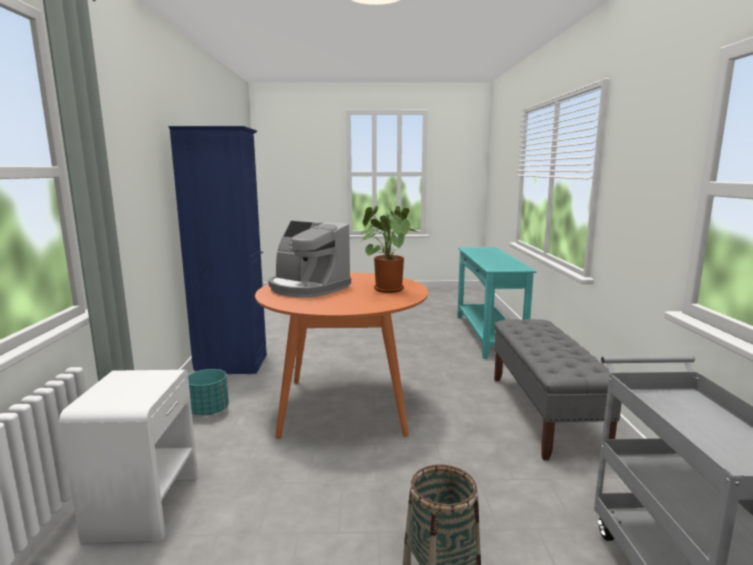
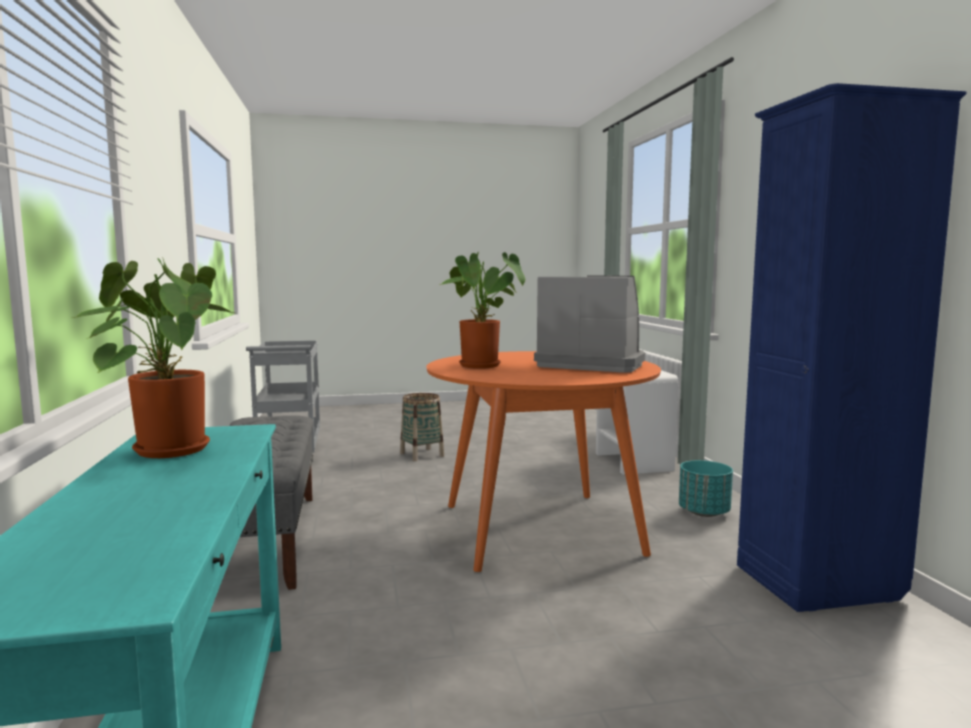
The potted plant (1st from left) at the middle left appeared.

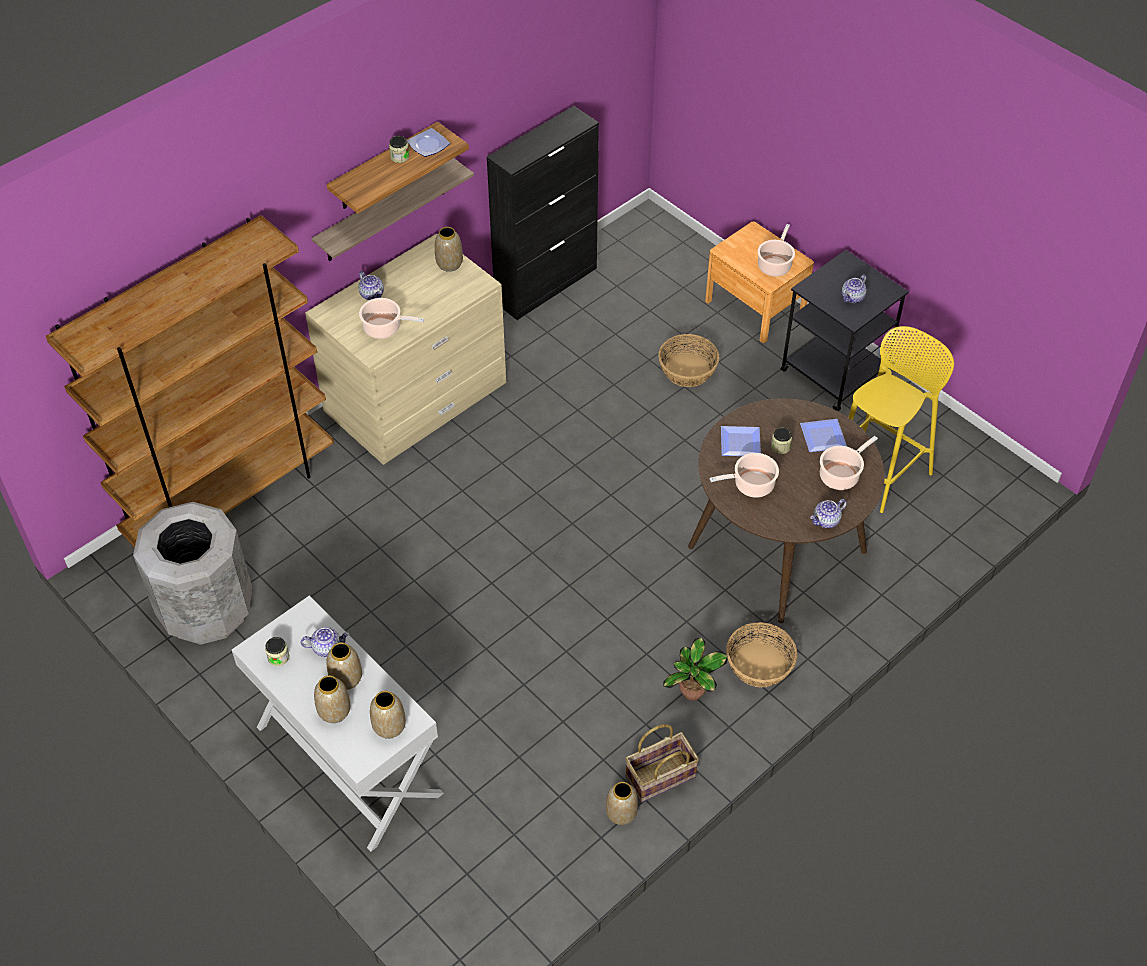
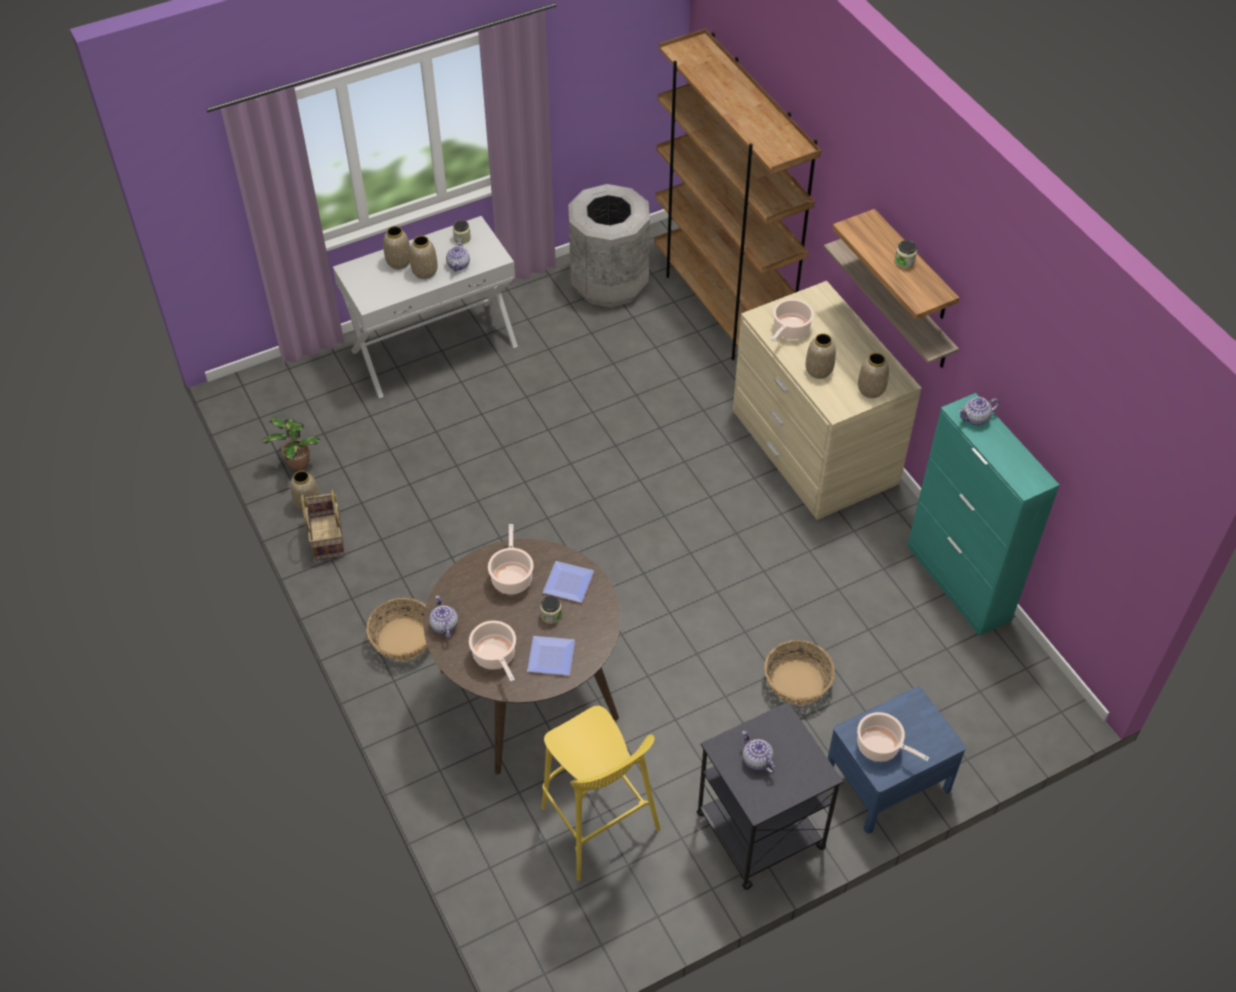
The black-coloured cabinet at the top centre became the turquoise-coloured cabinet at the middle right.
The plate (1st from left) at the top centre disappeared.
The brown nightstand at the top centre became the blue-coloured nightstand at the bottom right.
The tea pot (2nd from left in the first image) moved from the top left to the middle right.
The potted plant moved from the bottom centre to the middle left.
The decorative vase (3rd from left in the first image) moved from the bottom centre to the centre.

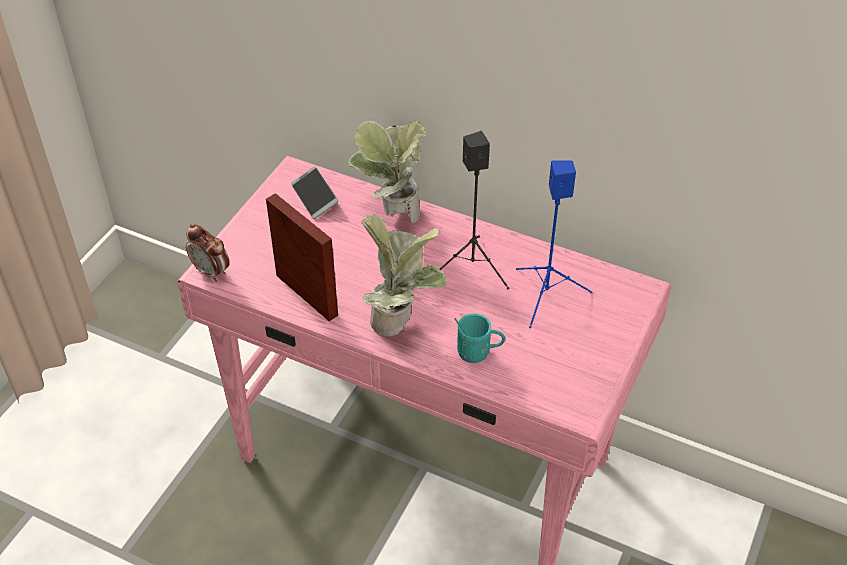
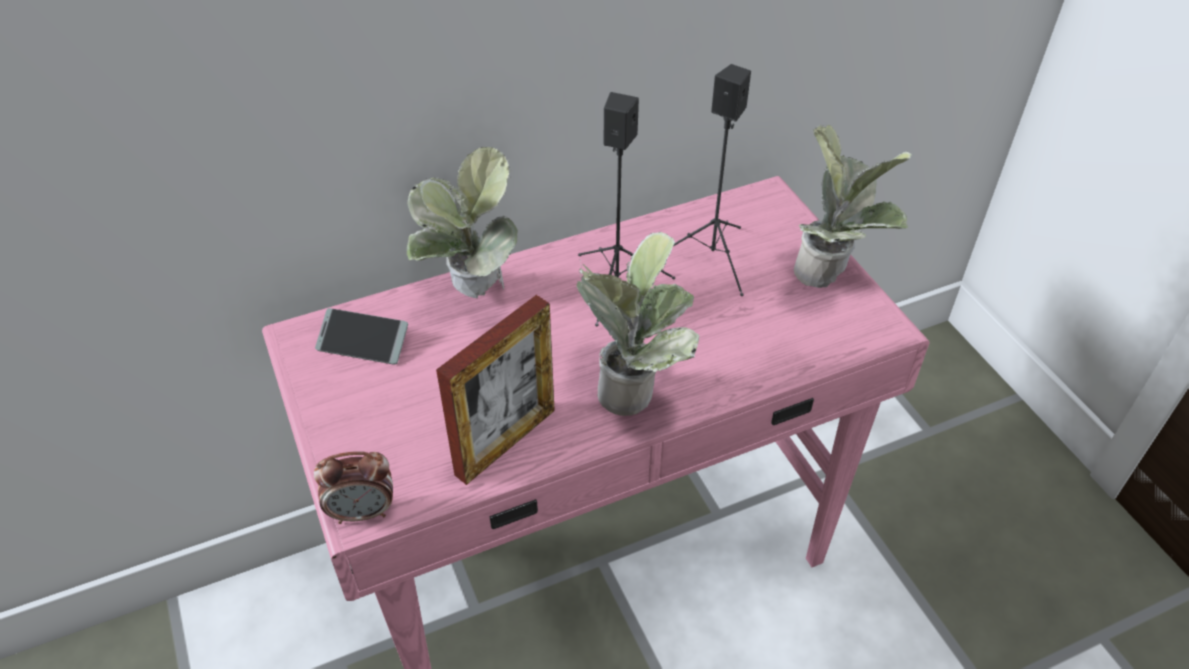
The blue-coloured audio speaker at the centre became the black-coloured audio speaker (2nd from left) at the top centre.
The photo frame at the centre turned 135 degrees clockwise.
The turquoise-coloured coffee mug at the centre disappeared.
The potted plant (3rd from left) at the top right appeared.

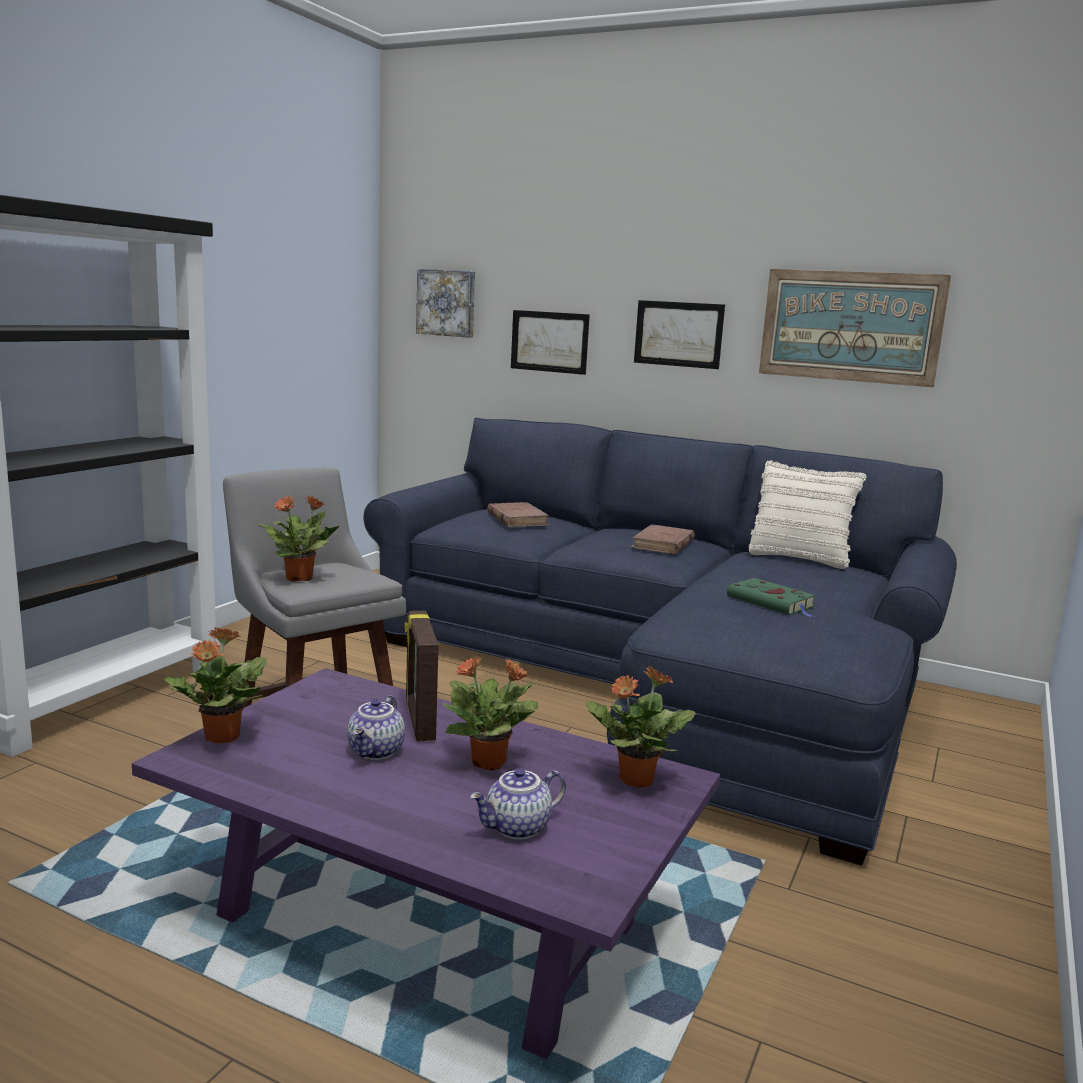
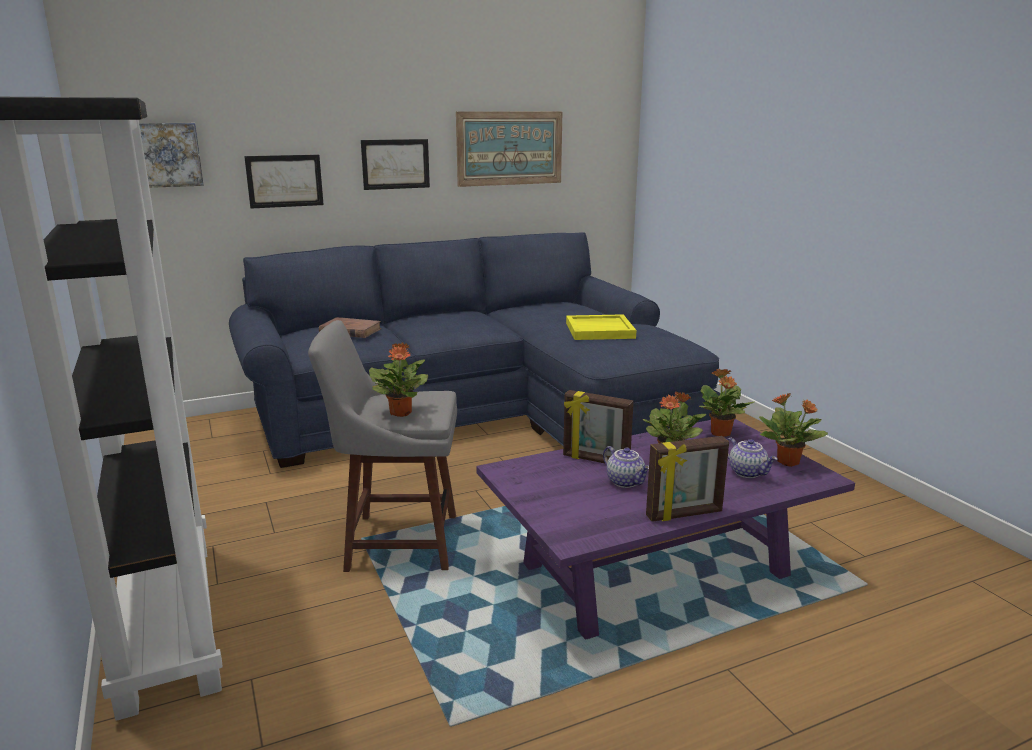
The beige-coloured pillow at the middle right disappeared.
The brown bound book (2nd from left) at the centre disappeared.
The green bound book at the middle right was replaced by the yellow serving tray at the centre.
The potted plant (1st from left in the first image) moved from the middle left to the middle right.
The tea pot (2nd from left) at the bottom centre turned 45 degrees counterclockwise.
The photo frame (2nd from left) at the centre appeared.

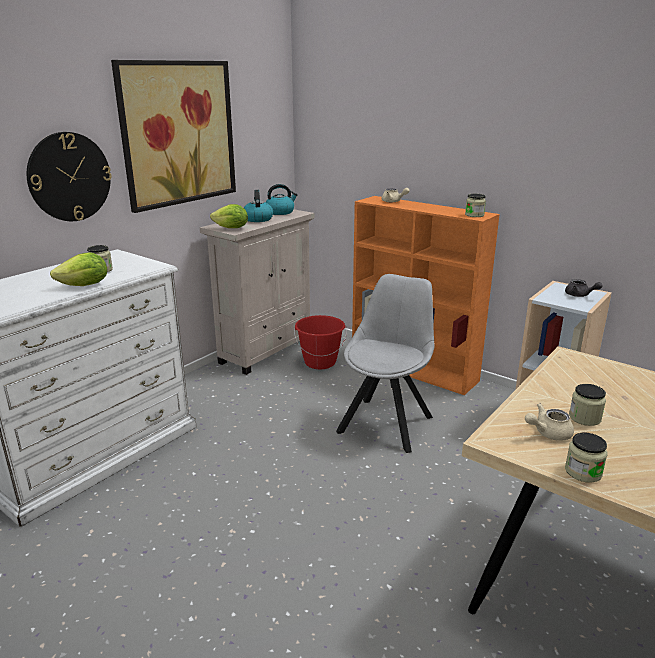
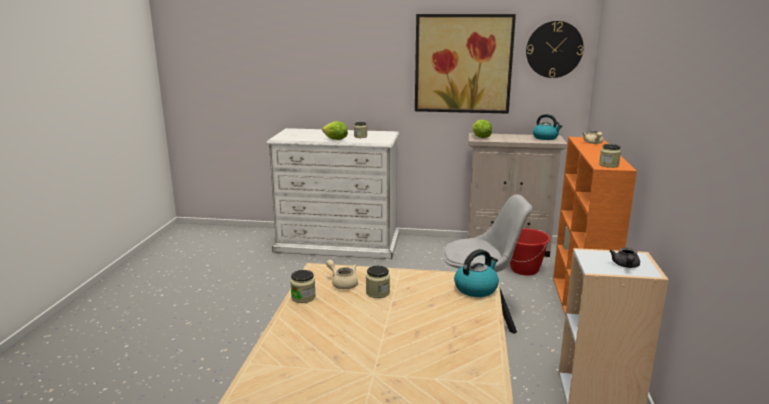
The hanging clock moved from the top left to the top right.
The tea kettle (1st from left) moved from the top centre to the bottom centre.

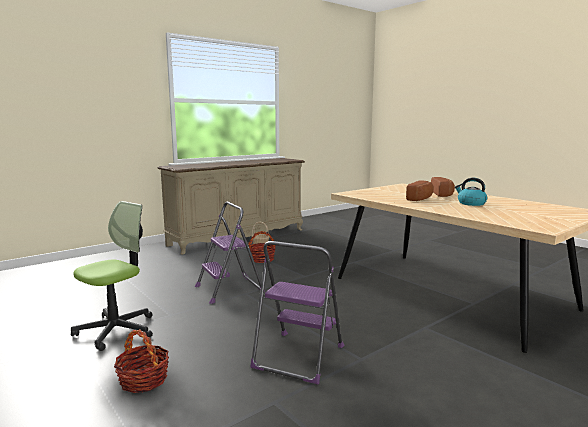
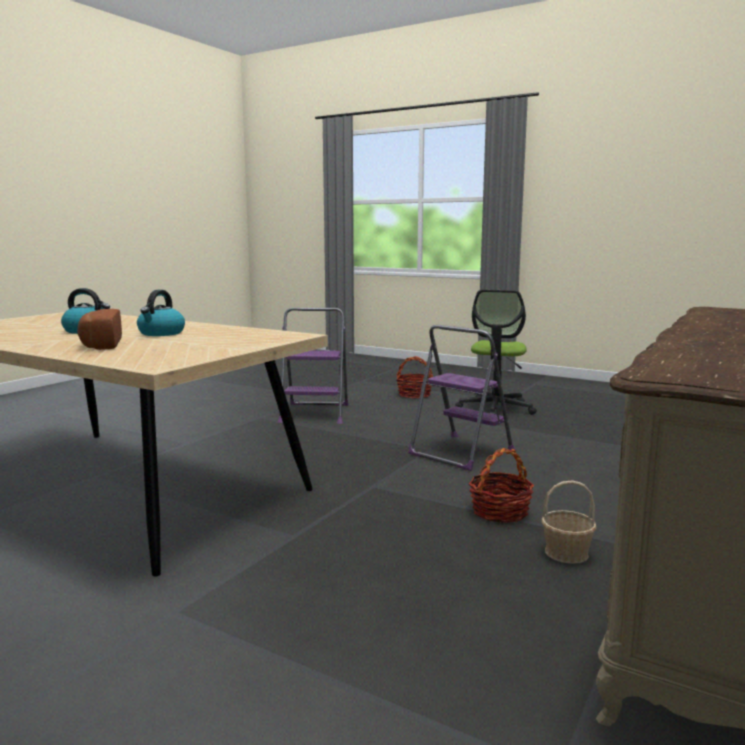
The bread (1st from left) at the middle right was replaced by the tea kettle (2nd from left) at the middle left.

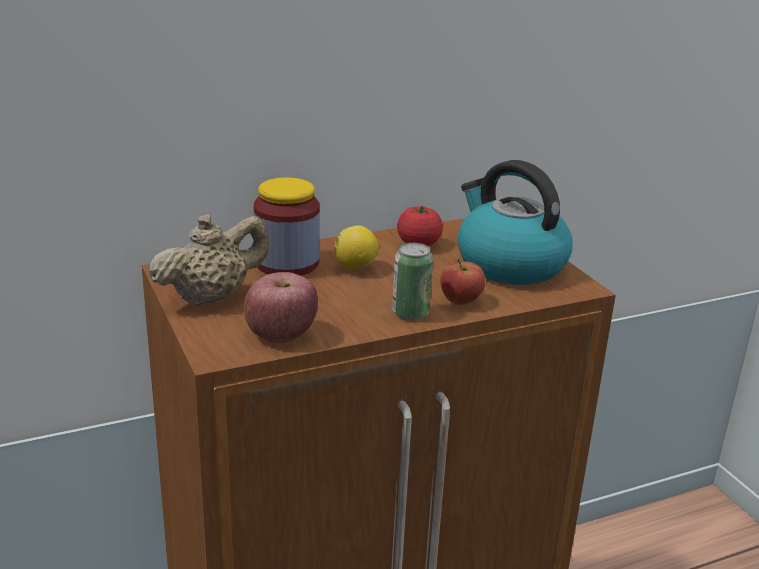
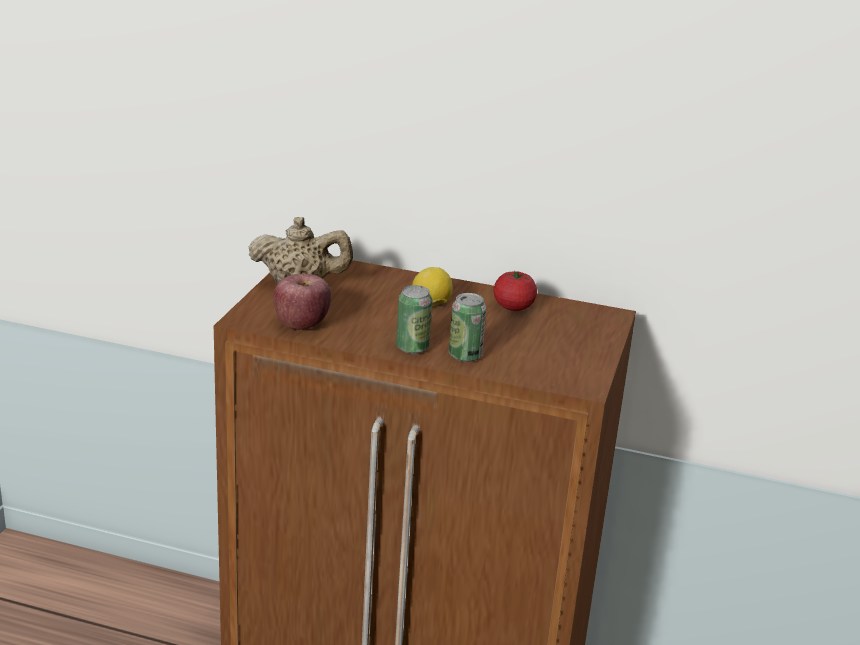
The tea kettle at the middle right disappeared.
The jar at the centre disappeared.
The apple fruit (2nd from left) at the centre was replaced by the can (2nd from left) at the centre.

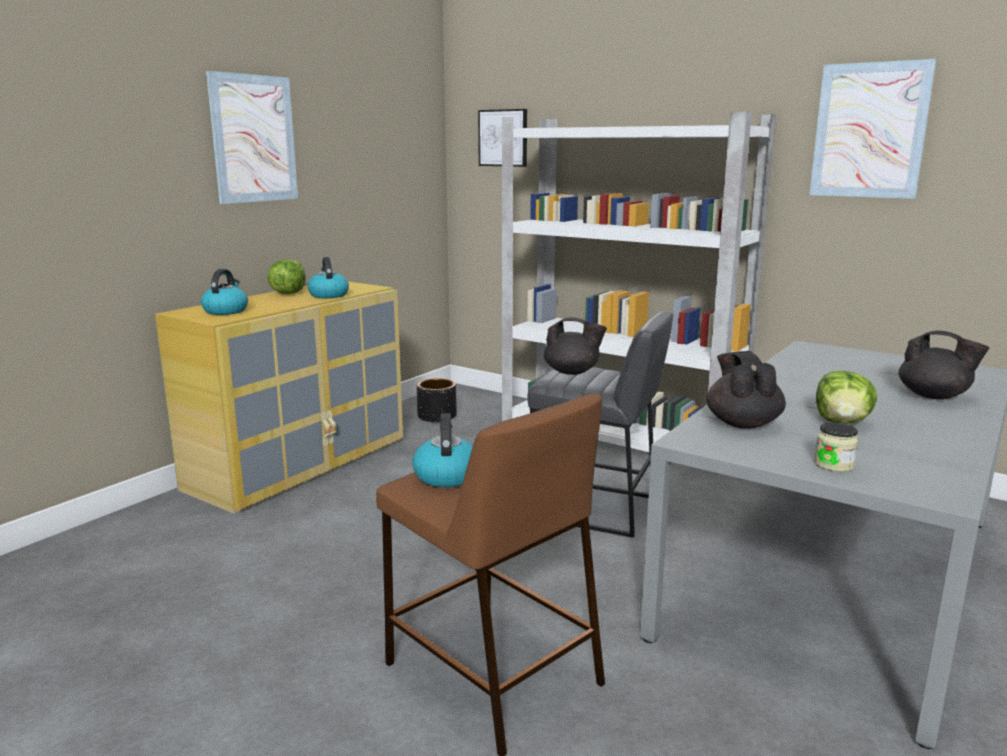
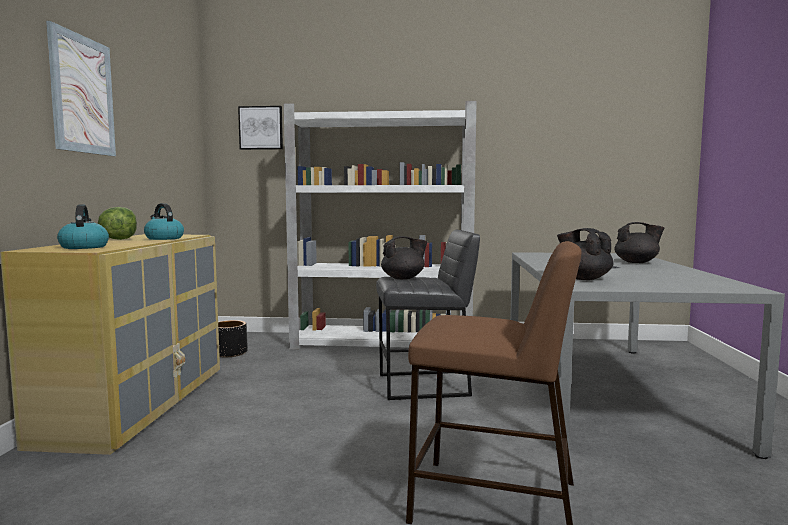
The wall art (3rd from left) at the top right disappeared.
The lettuce (2nd from left) at the middle right disappeared.
The tea kettle (3rd from left) at the centre disappeared.
The jar at the middle right disappeared.

